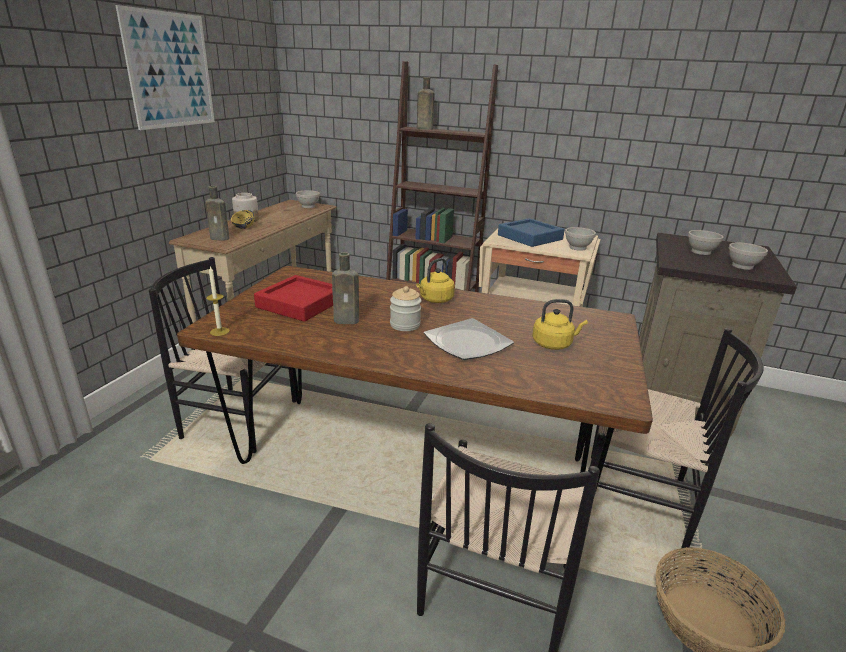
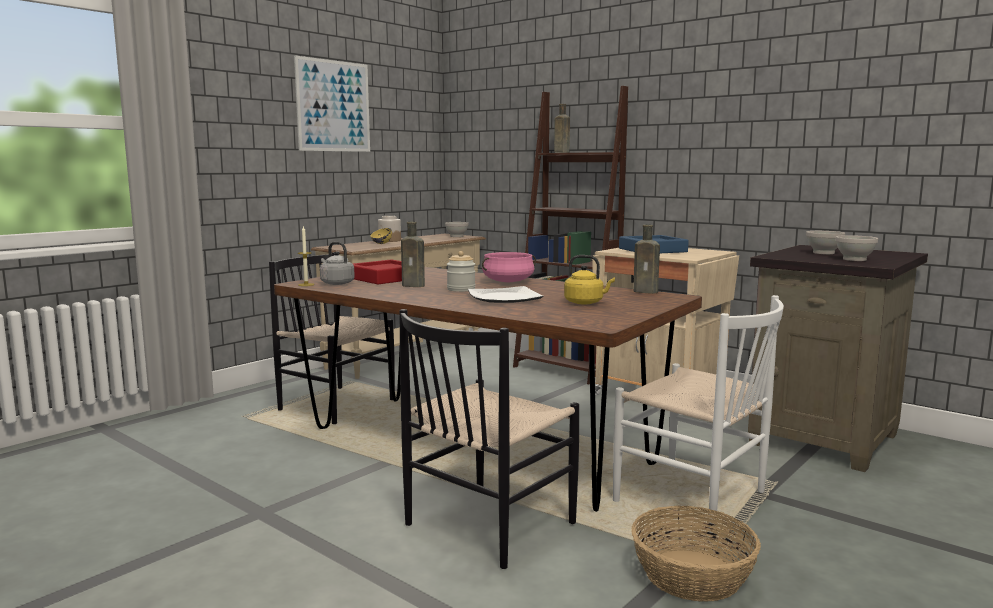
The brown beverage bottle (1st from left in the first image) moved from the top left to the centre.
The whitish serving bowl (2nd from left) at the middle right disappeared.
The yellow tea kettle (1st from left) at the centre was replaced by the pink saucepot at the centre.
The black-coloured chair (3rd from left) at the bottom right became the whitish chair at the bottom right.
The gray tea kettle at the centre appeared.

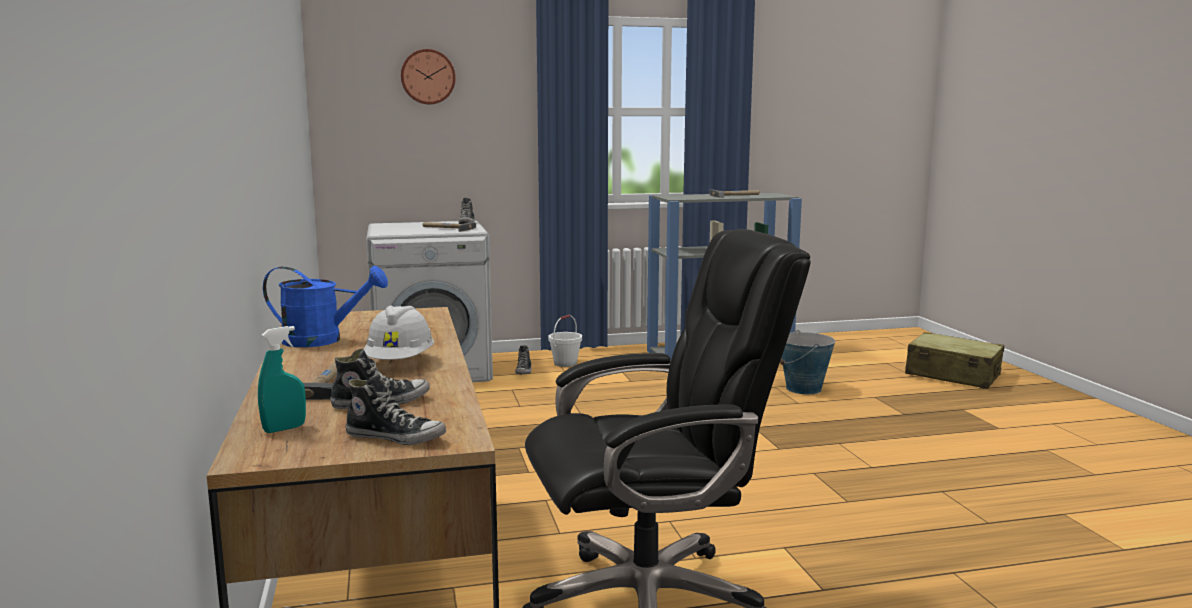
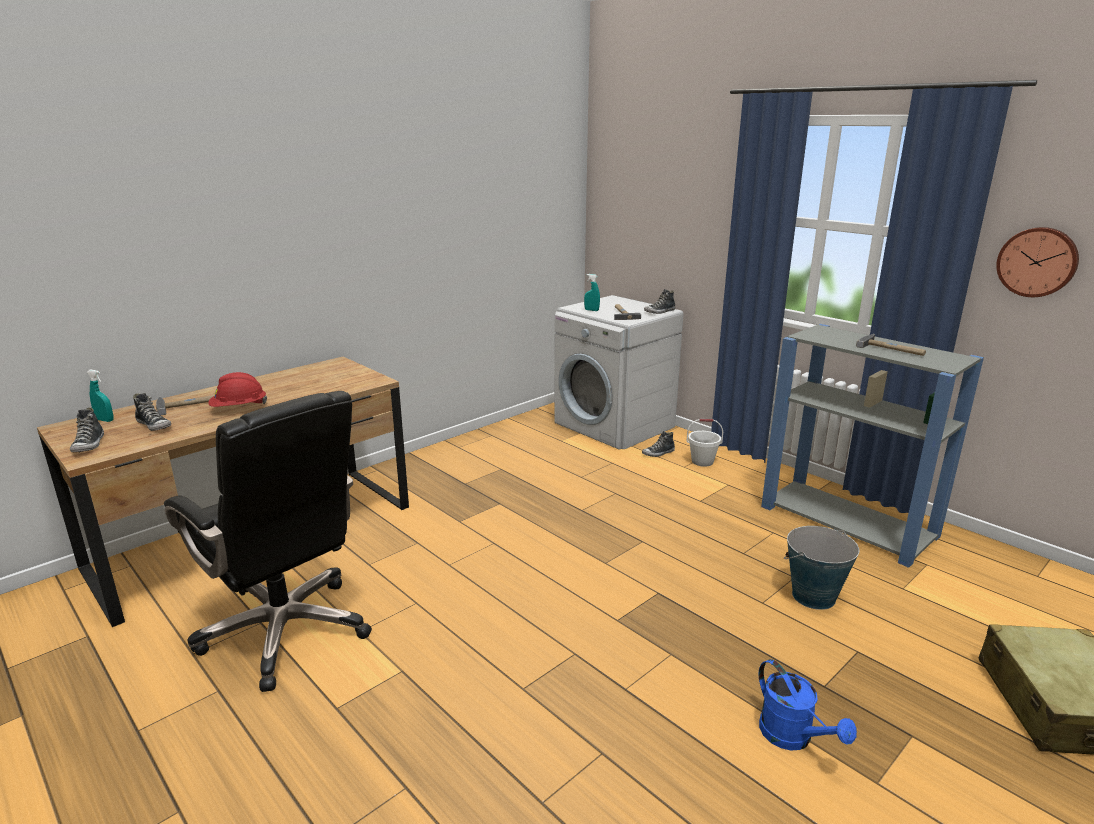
The hanging clock moved from the top centre to the top right.
The blue-coloured watering can moved from the middle left to the bottom right.
The whitish work helmet at the centre became the red-coloured work helmet at the middle left.
The turquoise-coloured sprayer (2nd from left) at the centre appeared.

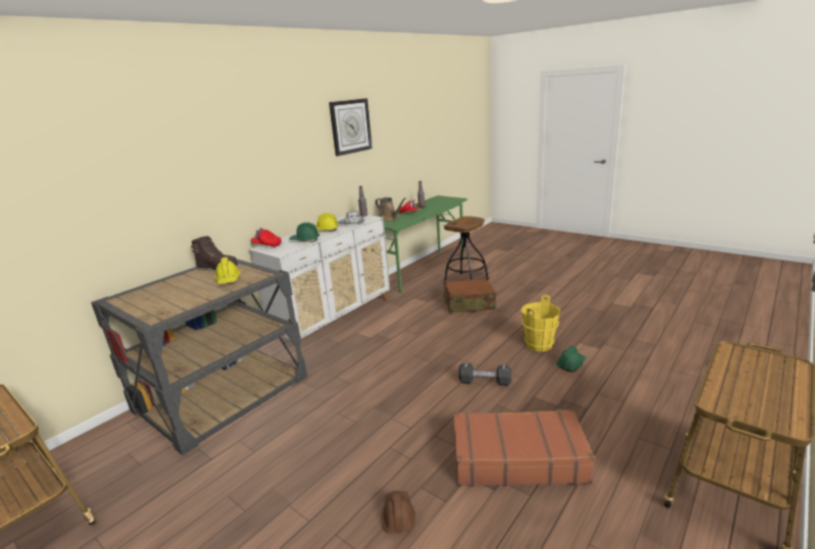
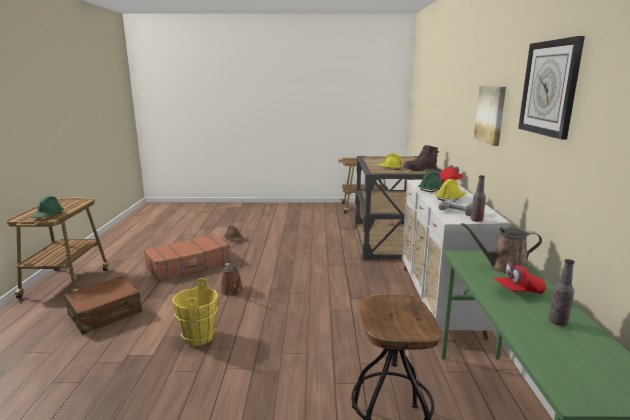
The brown piece of luggage (1st from left) moved from the centre to the bottom left.
The green work helmet (2nd from left in the first image) moved from the middle right to the middle left.
The black-coloured dumbbell at the bottom centre was replaced by the brown watering can (1st from left) at the centre.
The wall art at the top right appeared.

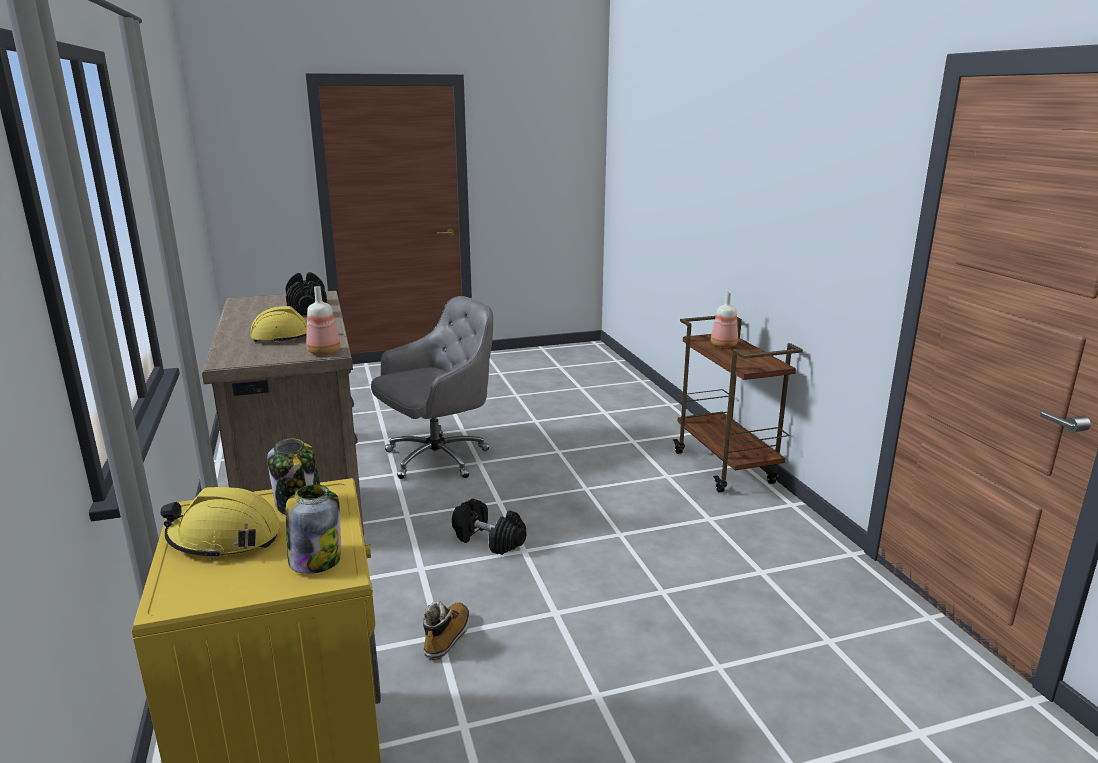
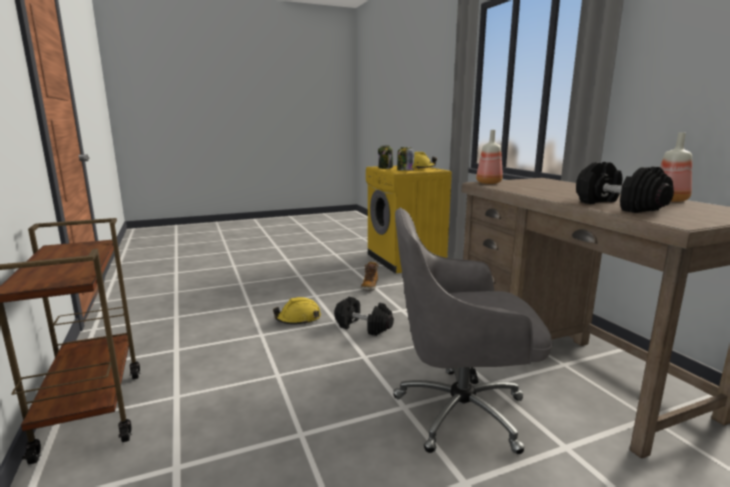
The beverage bottle (2nd from left) moved from the centre to the middle right.
The gray office chair at the centre turned 45 degrees clockwise.
The yellow work helmet (2nd from left in the first image) moved from the middle left to the centre.

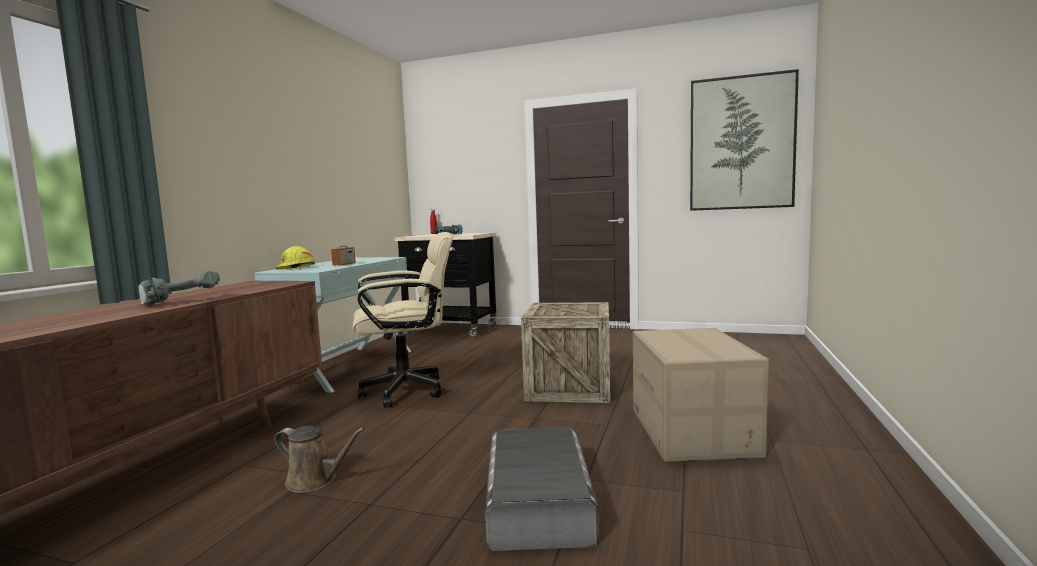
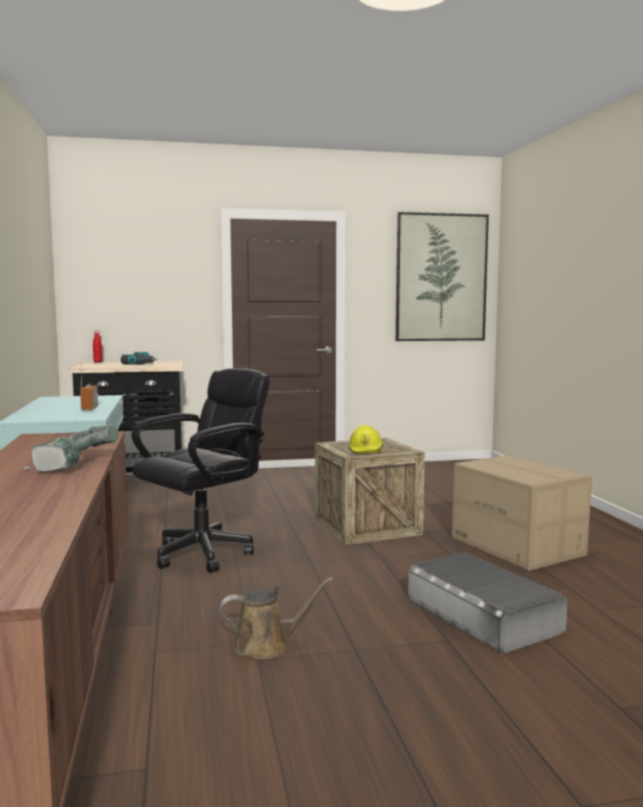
The beige-coloured office chair at the centre became the black-coloured office chair at the middle left.
The yellow work helmet moved from the middle left to the centre.

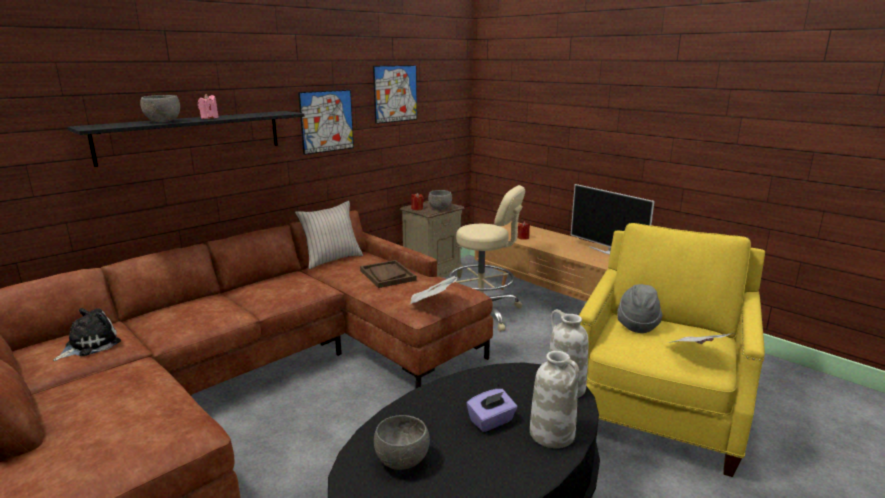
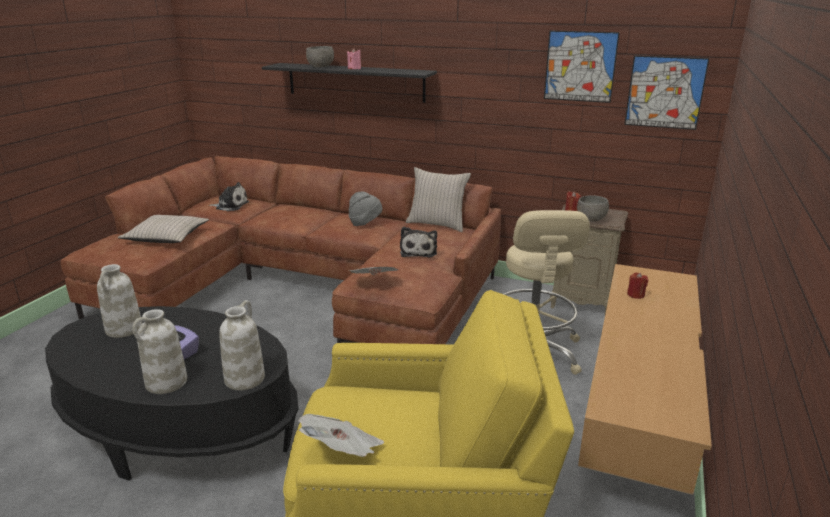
The wall art (1st from left in the first image) moved from the top centre to the top right.
The TV at the middle right disappeared.
The brown serving tray at the centre was replaced by the soft toy (2nd from left) at the centre.
The gray clothing hat moved from the middle right to the centre.
The gray serving bowl (2nd from left) at the bottom centre was replaced by the whitish decorative vase (1st from left) at the middle left.
The beige-coloured pillow (1st from left) at the middle left appeared.

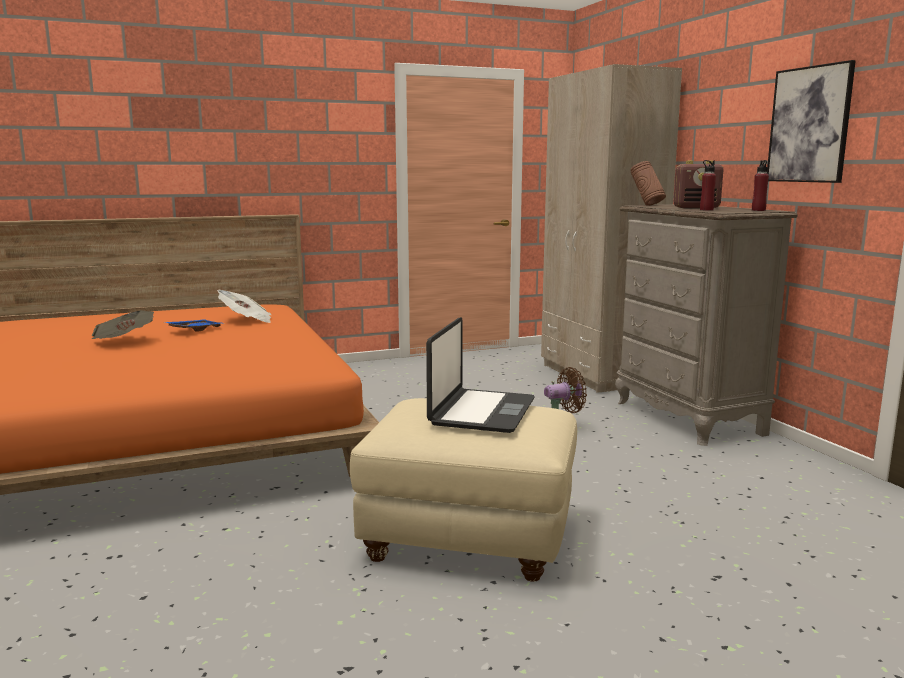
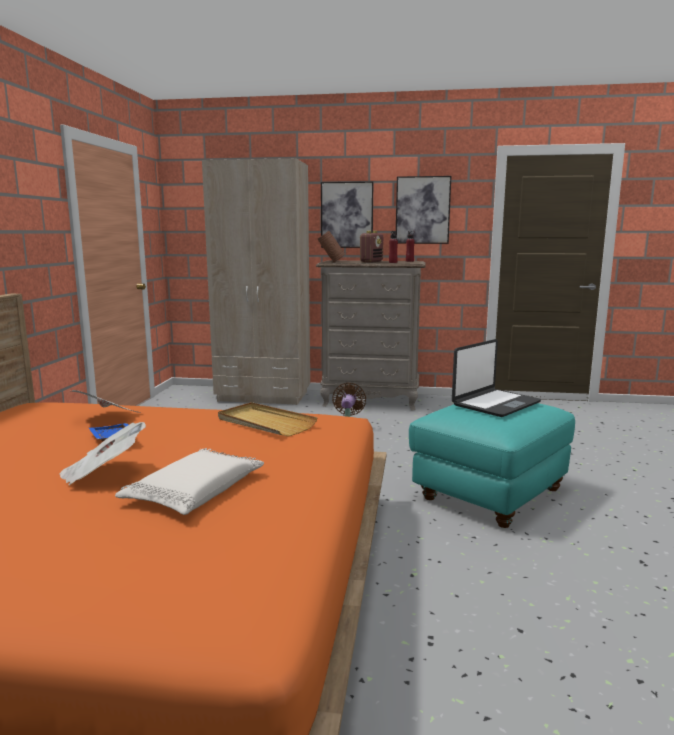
The portable computer at the centre turned 90 degrees clockwise.
The beige-coloured footrest at the bottom centre became the turquoise-coloured footrest at the middle right.
The wall art (1st from left) at the top centre appeared.
The beige-coloured serving tray at the centre appeared.
The whitish pillow at the middle left appeared.

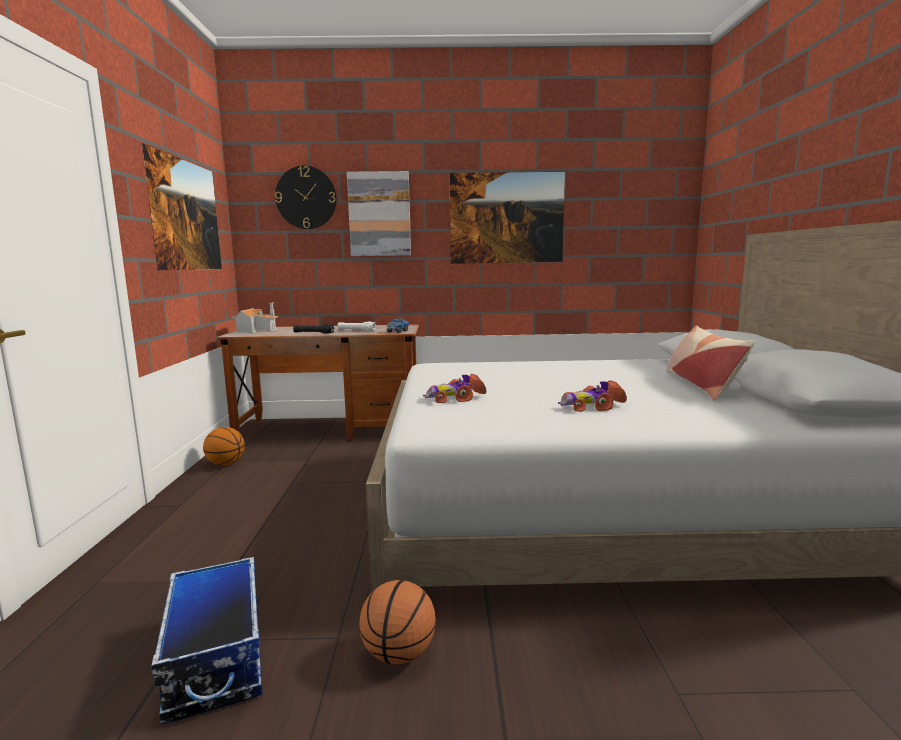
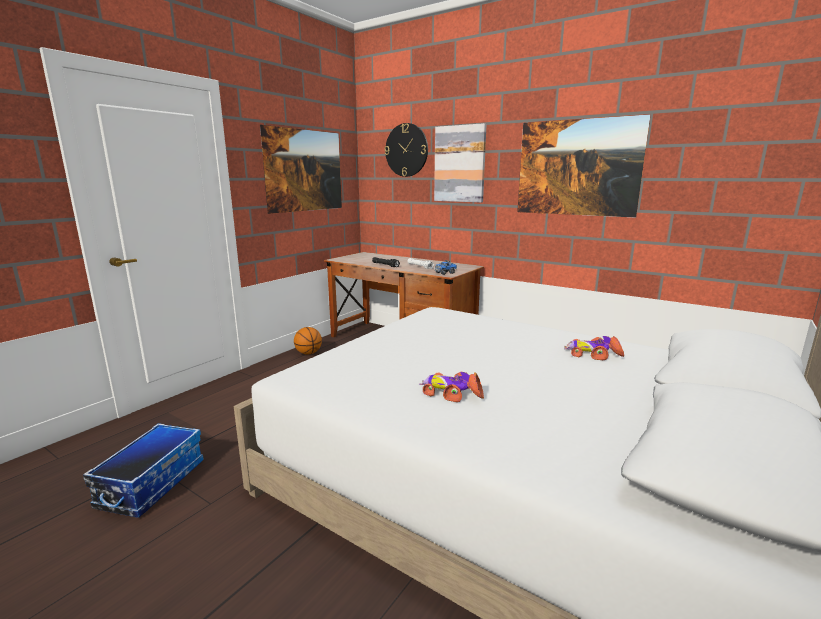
The toy house at the middle left disappeared.
The pillow at the middle right disappeared.
The model car (1st from left in the first image) moved from the centre to the middle right.
The basketball (2nd from left) at the bottom centre disappeared.

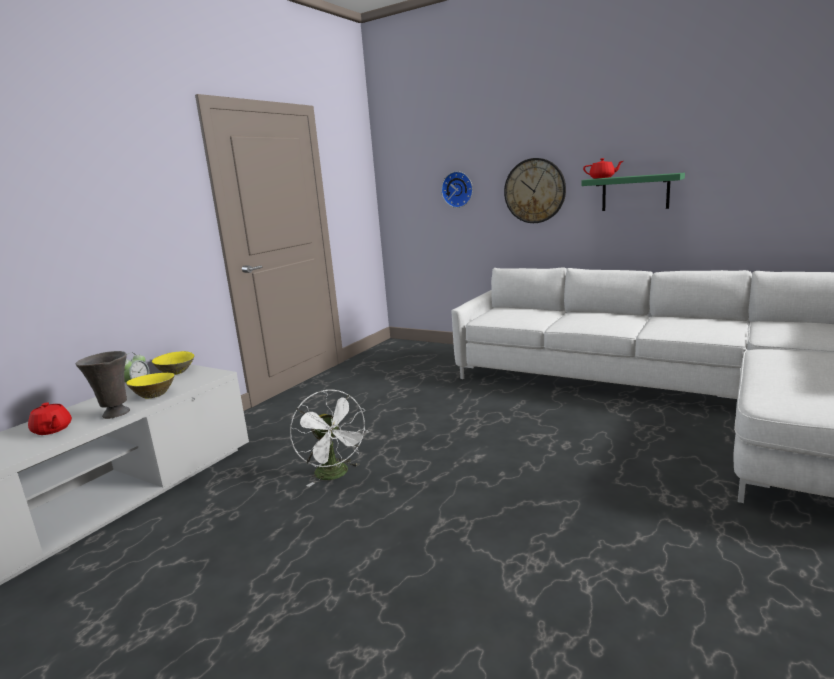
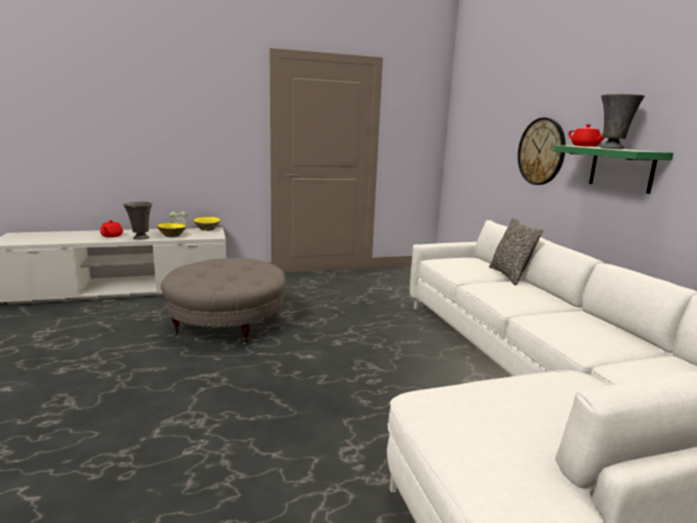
The hanging clock (1st from left) at the top centre disappeared.
The whitish fan at the centre was replaced by the gray footrest at the middle left.
The gray decorative vase (2nd from left) at the top right appeared.
The pillow at the middle right appeared.

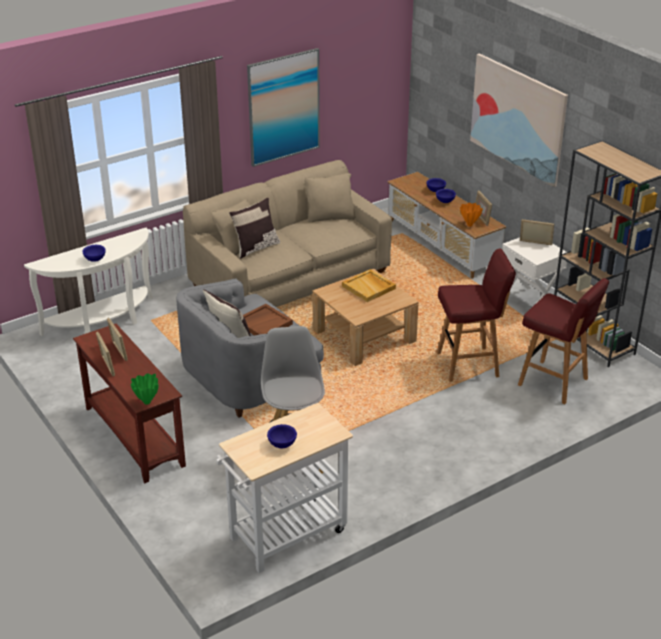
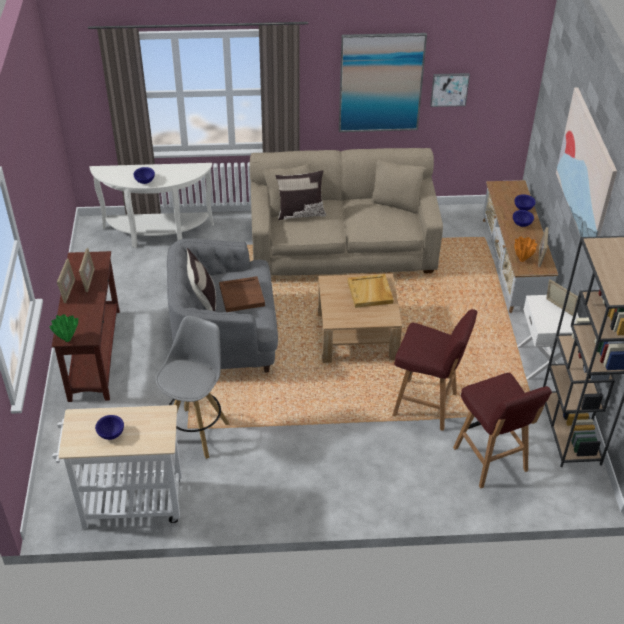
The wall art (2nd from left) at the top right appeared.

